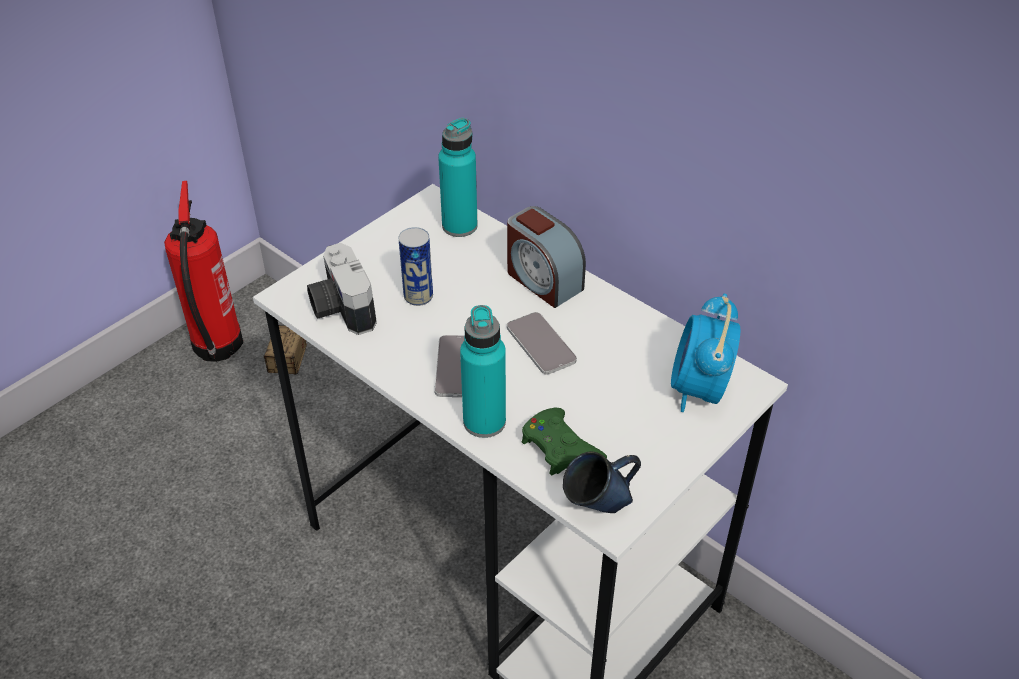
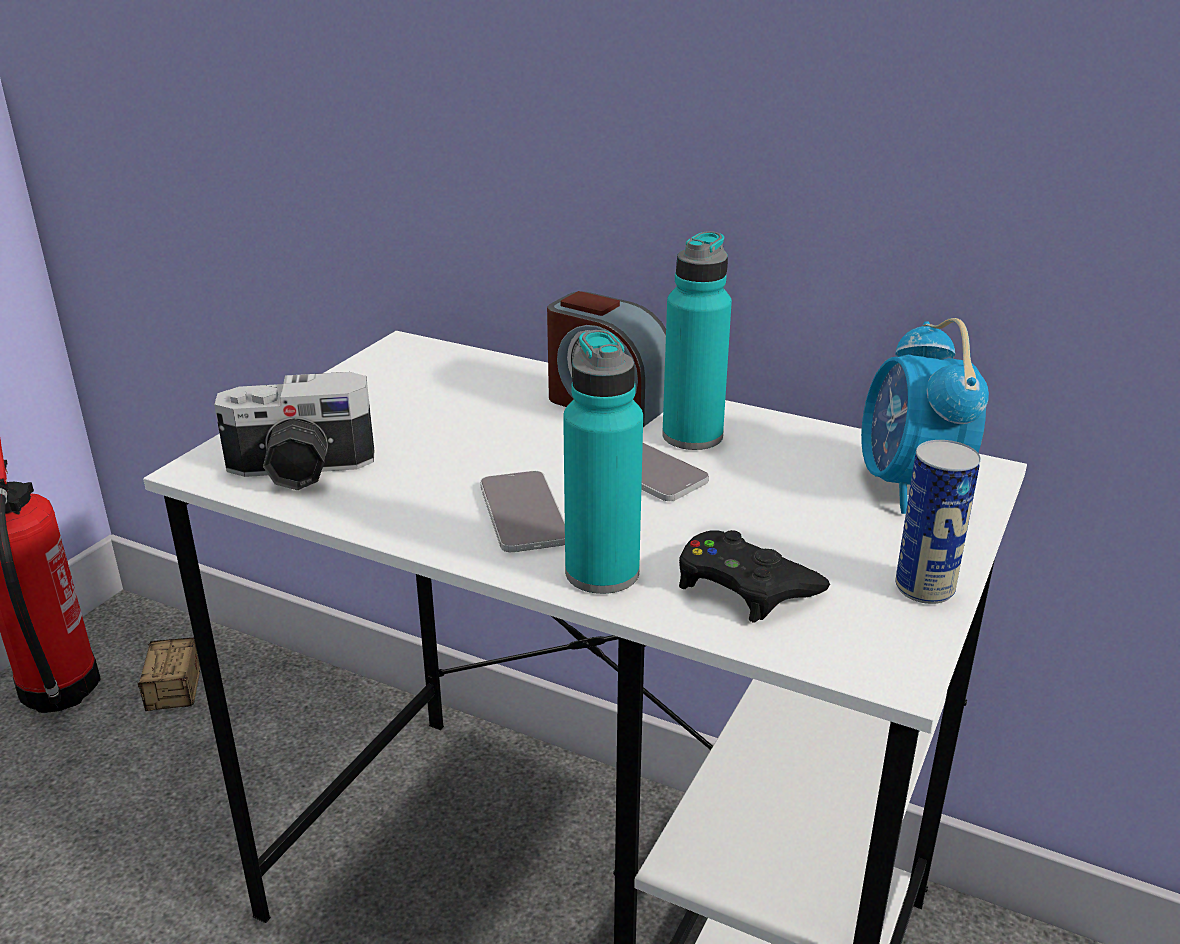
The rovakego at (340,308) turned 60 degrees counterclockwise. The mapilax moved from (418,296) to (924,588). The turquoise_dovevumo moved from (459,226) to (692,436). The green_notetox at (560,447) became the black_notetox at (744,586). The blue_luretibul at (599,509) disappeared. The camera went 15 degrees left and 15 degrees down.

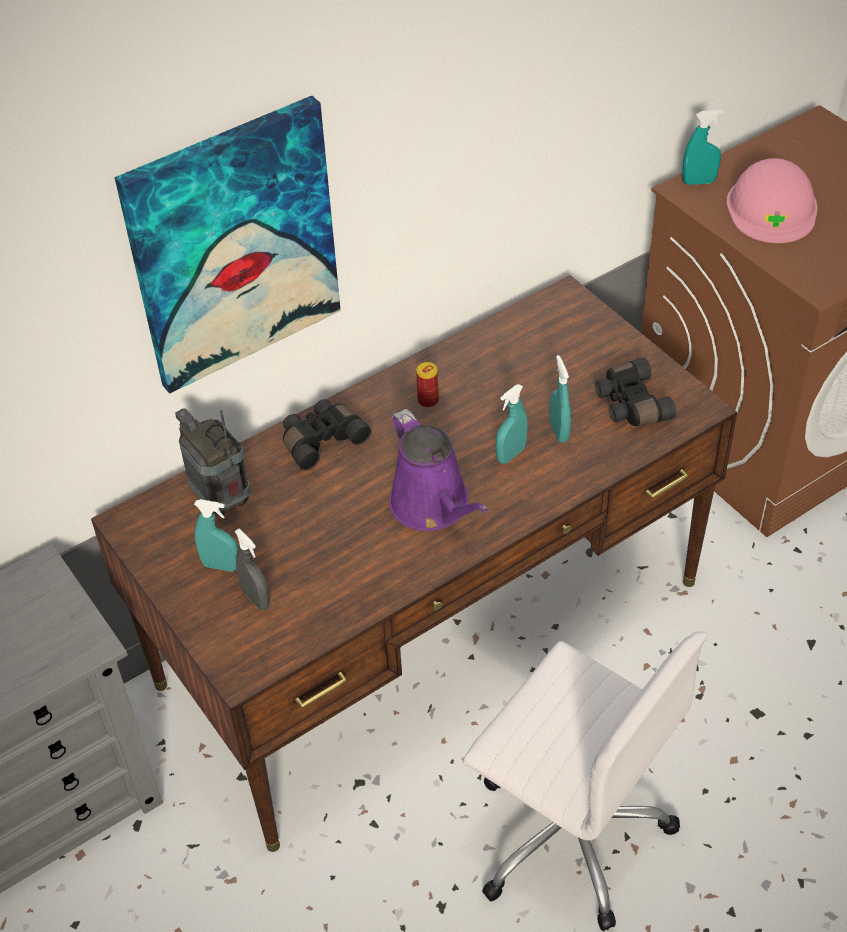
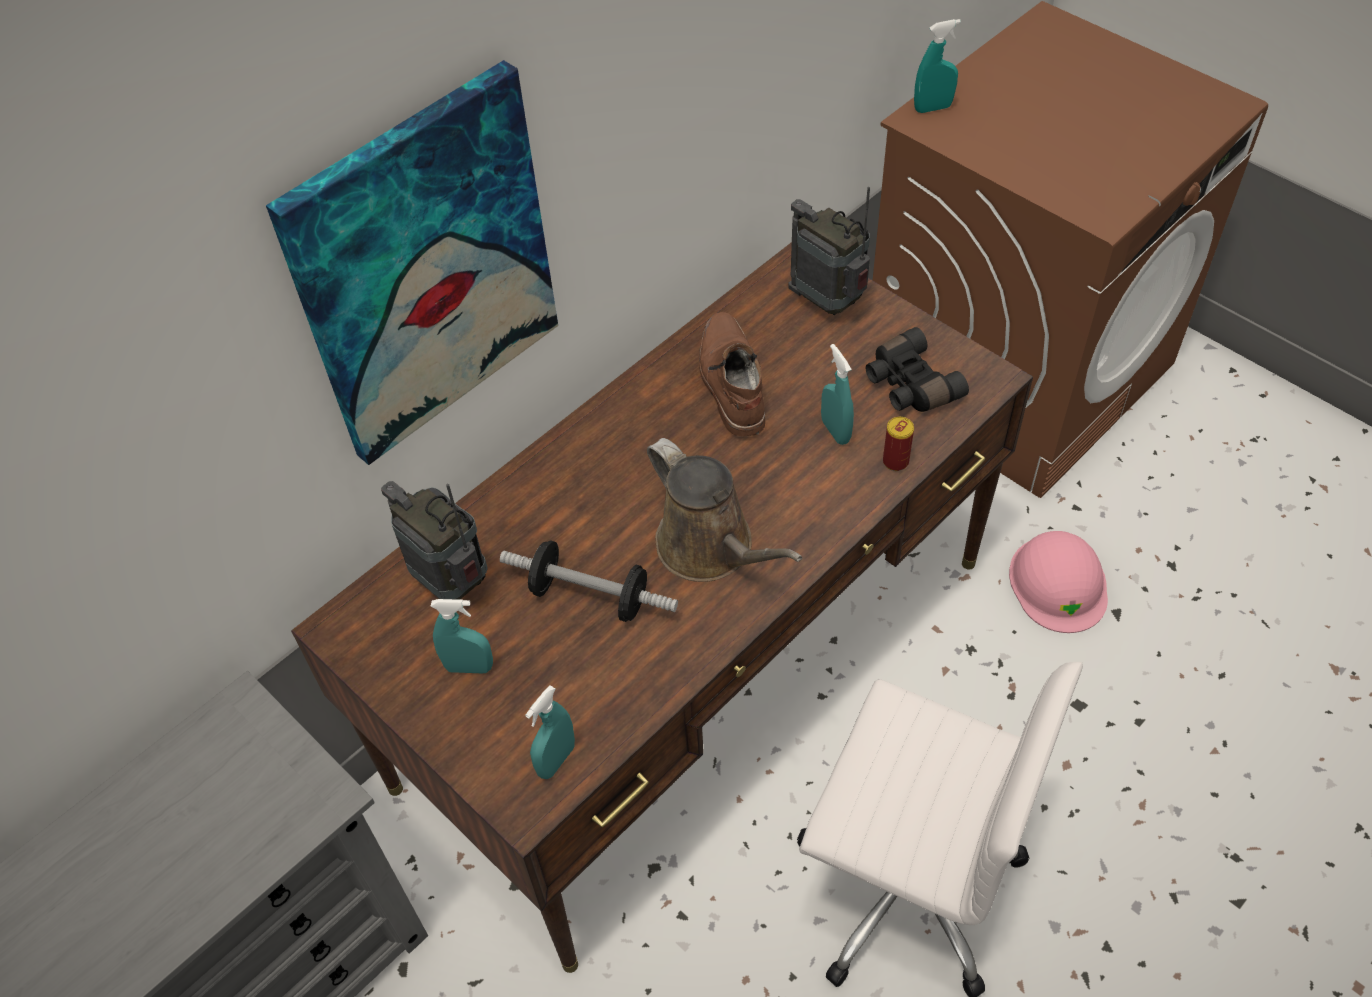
The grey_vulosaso at (256,599) disappeared. The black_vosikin at (321,440) disappeared. The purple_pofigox at (433,506) became the brown_pofigox at (711,548). The mapilax moved from (428,400) to (895,461). The turquoise_vulosaso moved from (511,454) to (556,760). The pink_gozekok moved from (772,208) to (1058,583). The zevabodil at (590,596) appeared. The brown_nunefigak at (731,382) appeared. The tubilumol at (828,303) appeared. The camera went 10 degrees left and 5 degrees up.

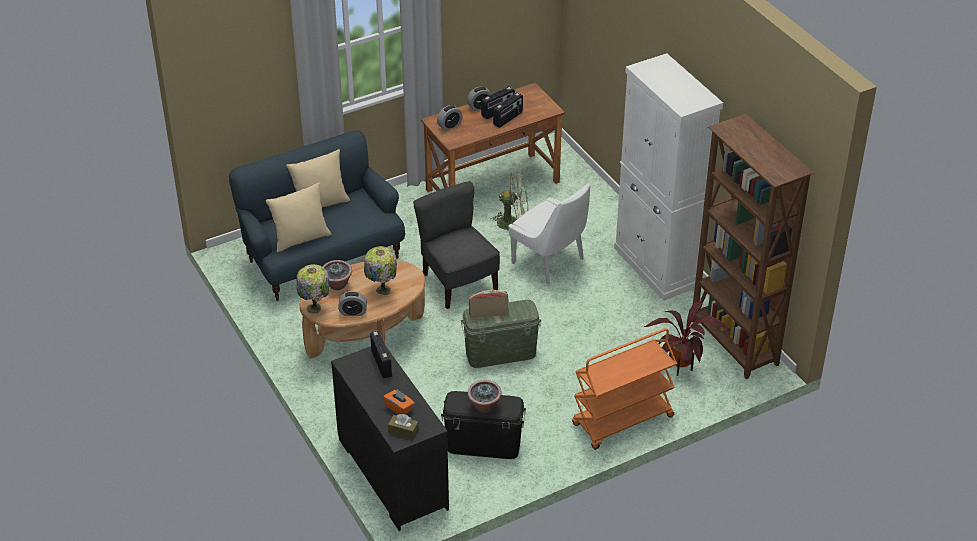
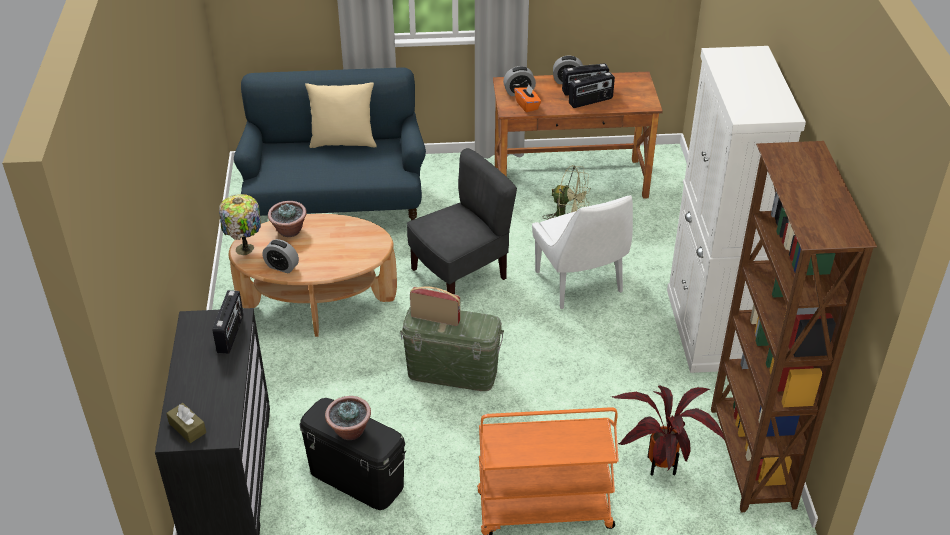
The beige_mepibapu at (301,239) disappeared. The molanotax at (382,290) disappeared. The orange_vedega moved from (399,408) to (527,105). The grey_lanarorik at (458,283) turned 60 degrees clockwise. The camera went 25 degrees right and 0 degrees up.

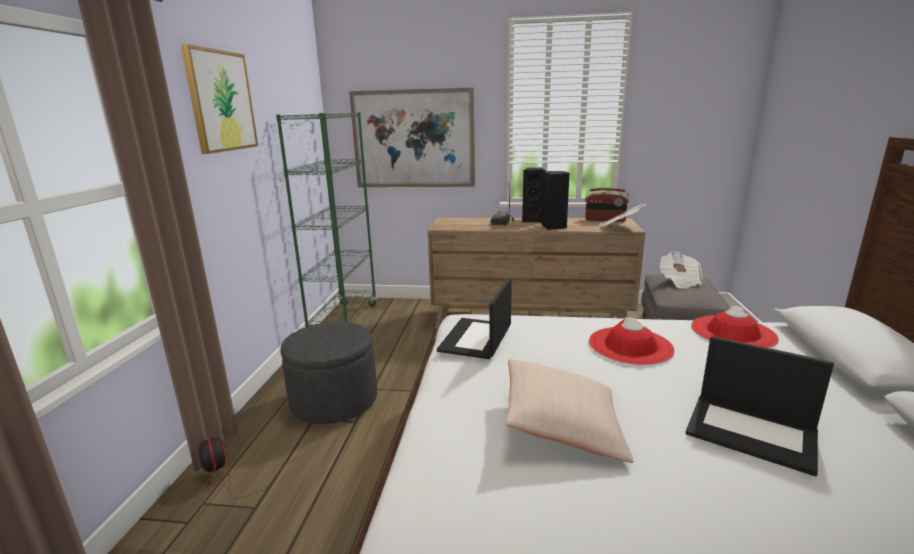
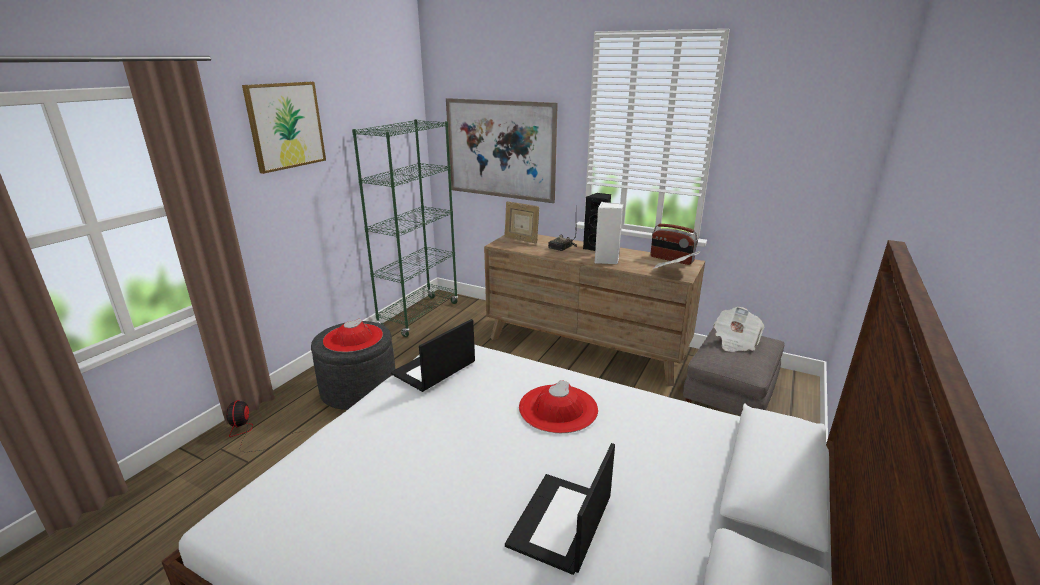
The beige_mepibapu at (562,425) disappeared. The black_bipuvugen at (554,227) became the white_bipuvugen at (606,260). The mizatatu at (752,432) turned 60 degrees clockwise. The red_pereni moved from (733,332) to (353,338). The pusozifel at (521,240) appeared. The camera went 20 degrees right and 5 degrees up.

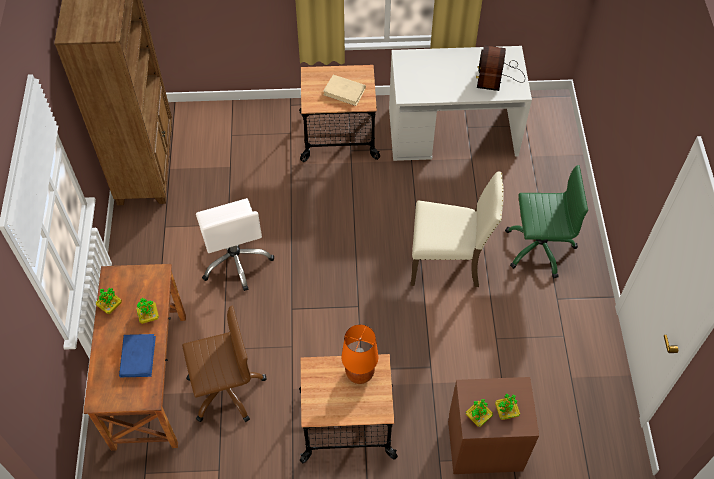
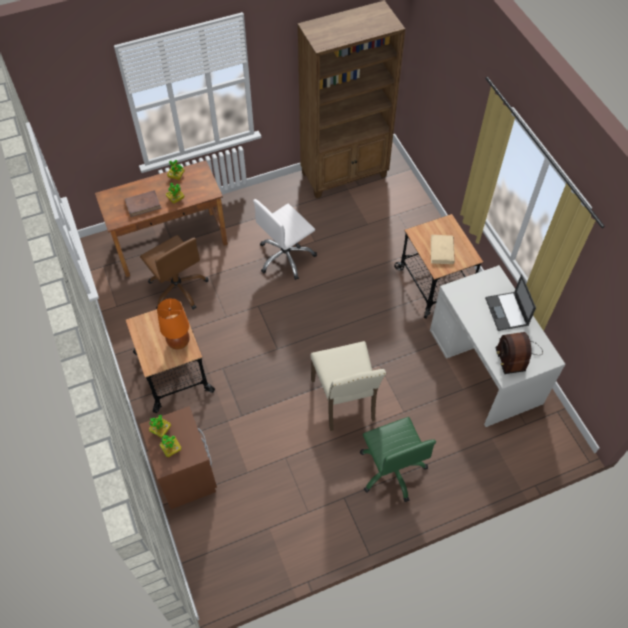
The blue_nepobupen at (138,356) became the brown_nepobupen at (143,204). The tubilumol at (498,75) turned 90 degrees counterclockwise. The mizatatu at (507,312) appeared. The camera went 70 degrees right and 0 degrees up.

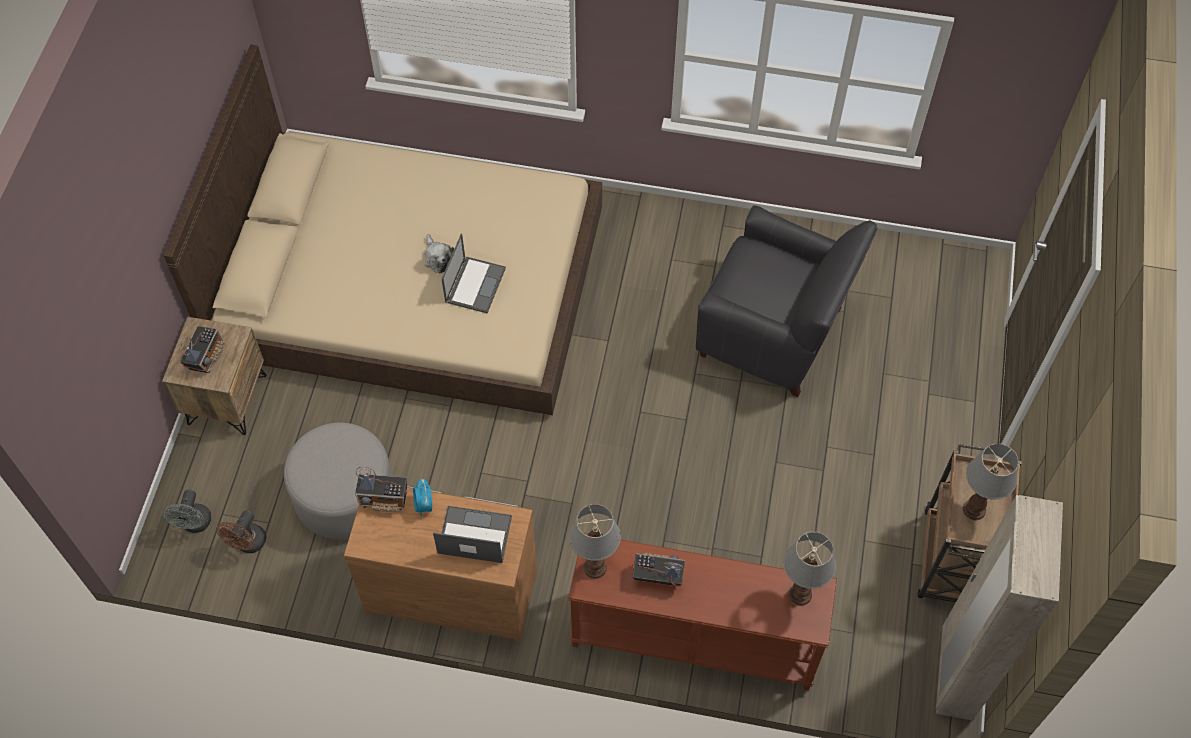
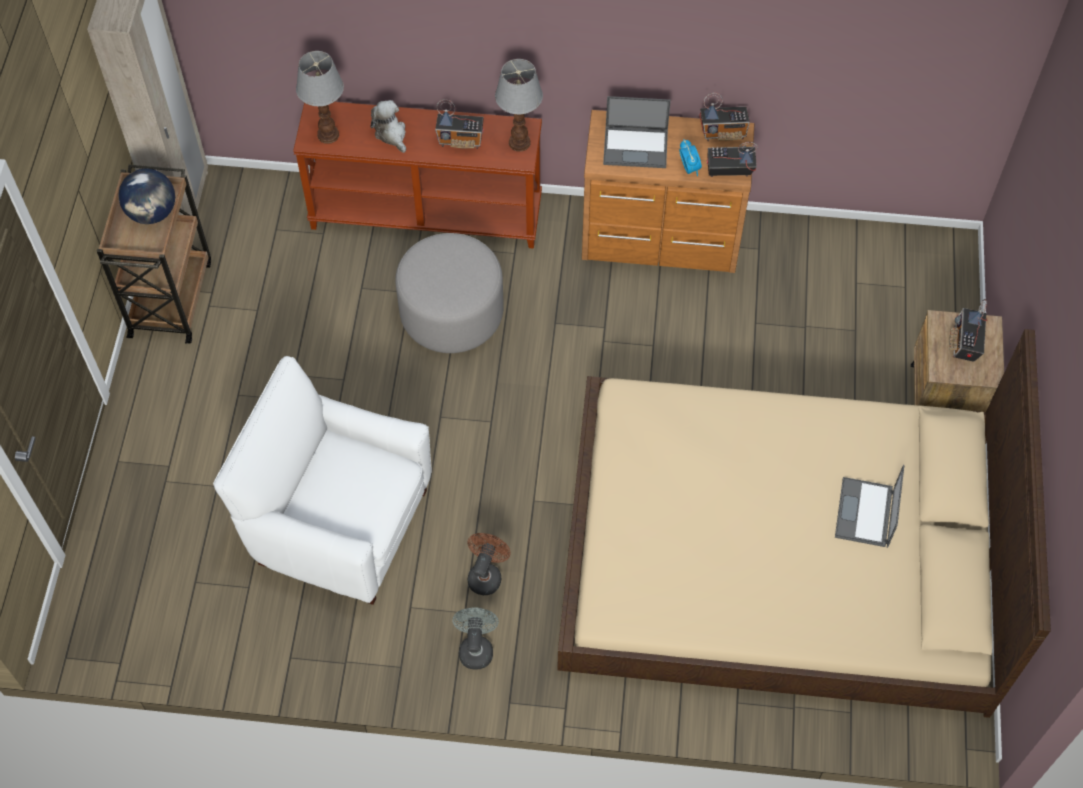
The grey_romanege moved from (195,524) to (476,647). The brown_romanege moved from (248,544) to (486,574). The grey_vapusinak moved from (345,496) to (451,313). The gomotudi moved from (438,258) to (391,134). The mizatatu moved from (475,284) to (865,513). The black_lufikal at (774,333) became the white_lufikal at (340,524). The molanotax at (974,509) was replaced by the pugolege at (152,213). The tubilumol at (723,132) appeared. The camera went 175 degrees right and 0 degrees up.

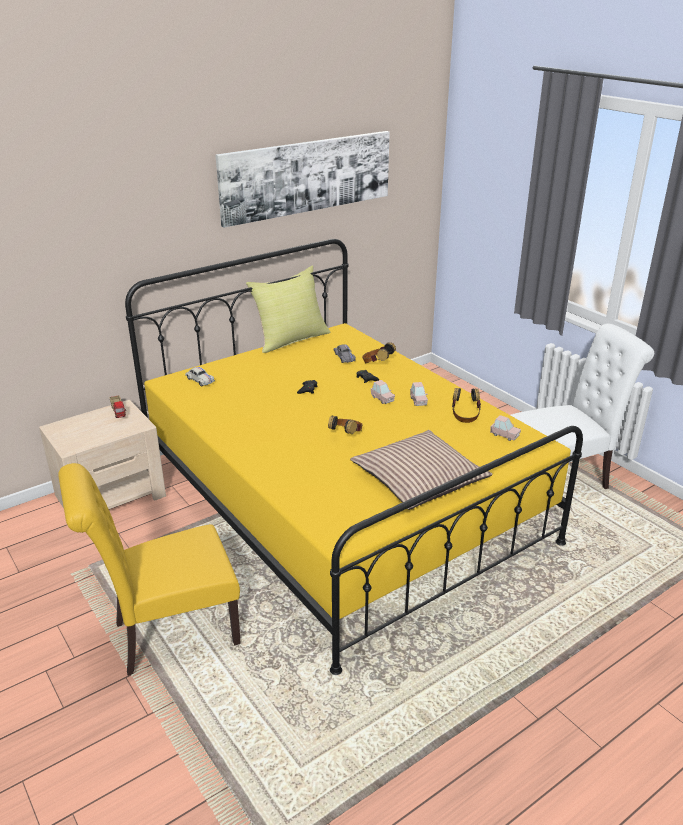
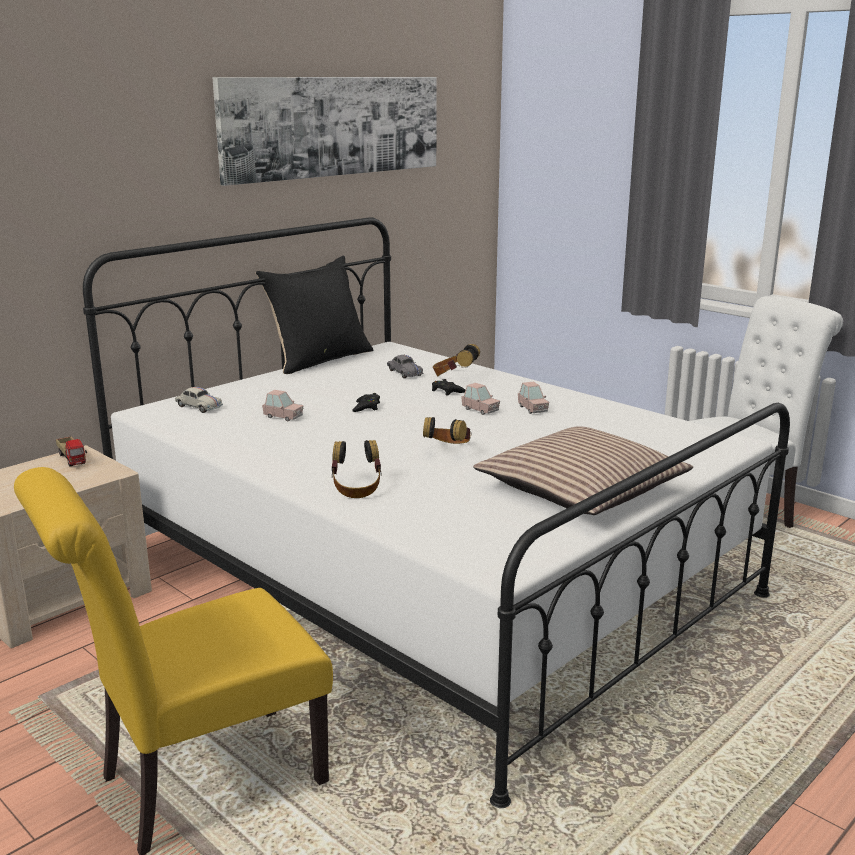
The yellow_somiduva at (341,501) became the white_somiduva at (427,573). The yellow_mepibapu at (291,339) became the black_mepibapu at (319,360). The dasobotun moved from (465,416) to (356,489). The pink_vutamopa moved from (504,435) to (283,417). The camera went 10 degrees left and 10 degrees down.

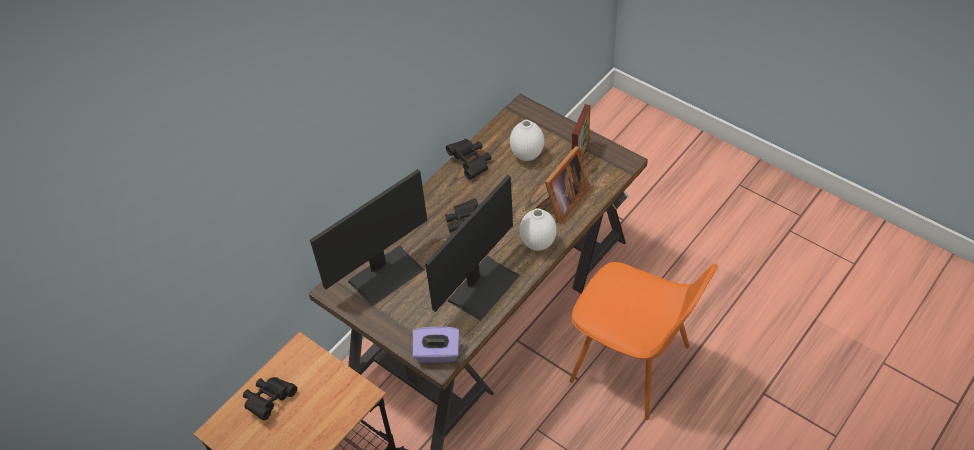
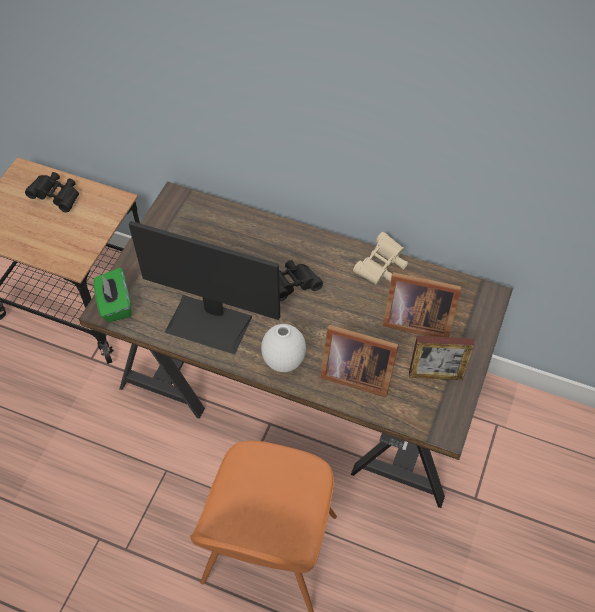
The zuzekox at (385,274) disappeared. The purple_vedega at (437,353) became the green_vedega at (115,304). The black_vosikin at (471,163) became the beige_vosikin at (381,268). The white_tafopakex at (527,155) was replaced by the pusozifel at (415,319). The camera went 70 degrees right and 5 degrees up.

